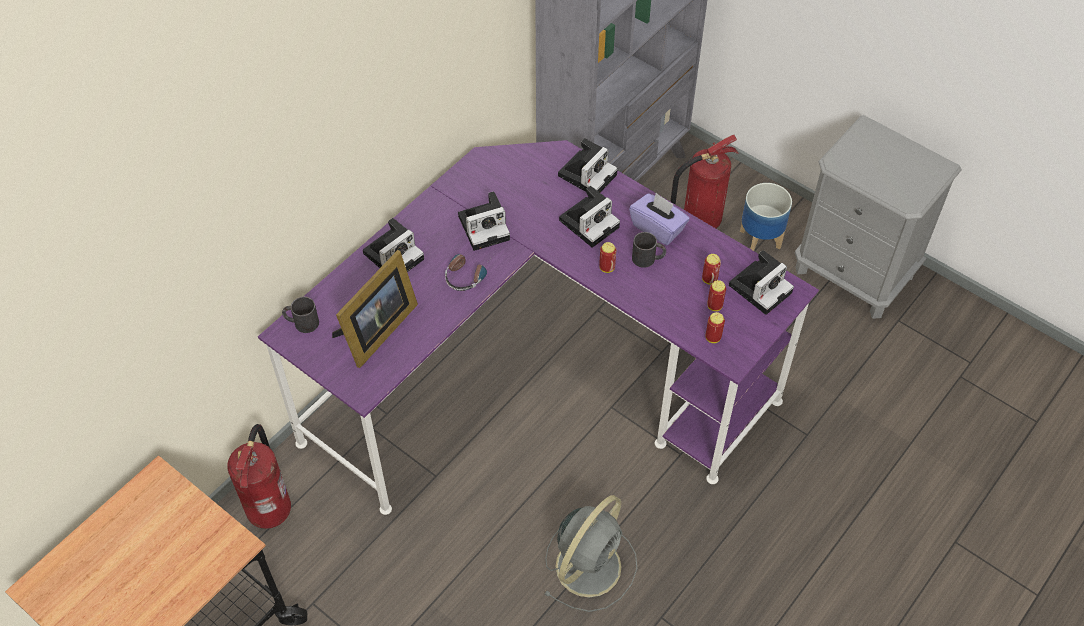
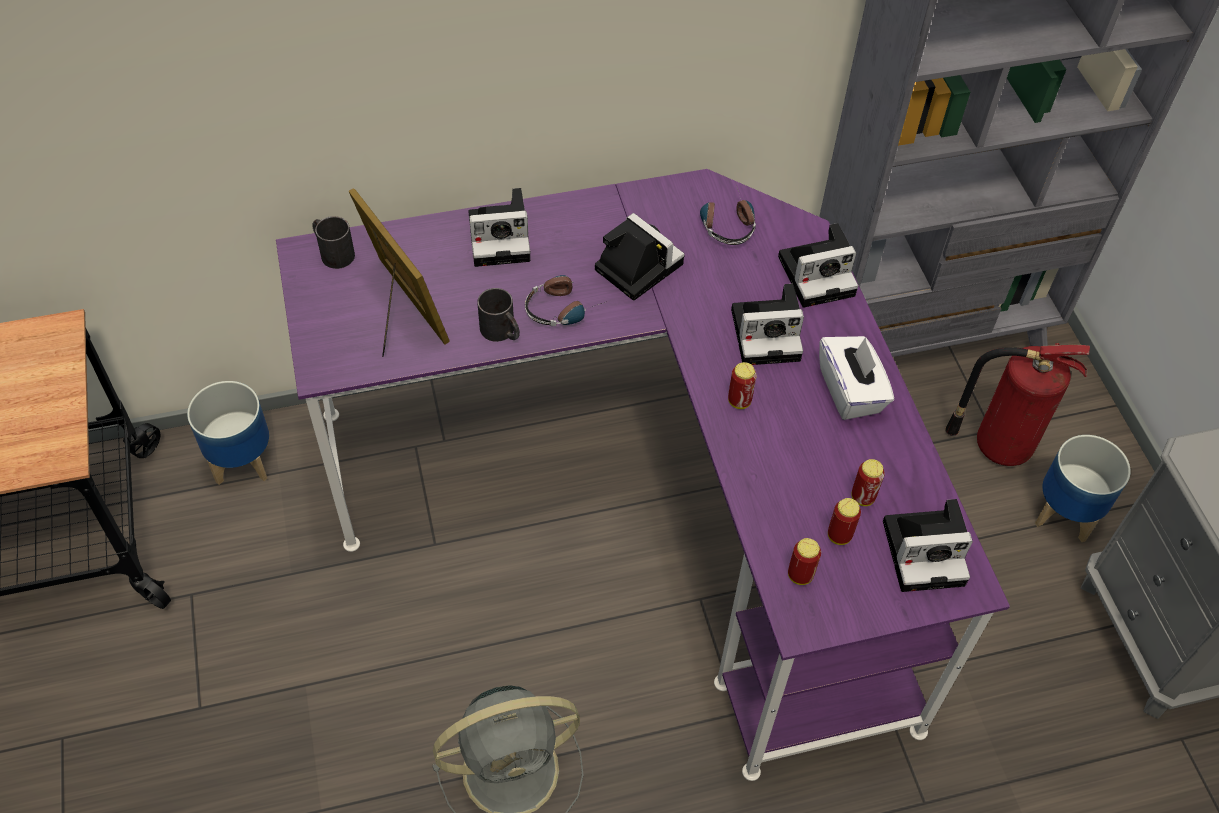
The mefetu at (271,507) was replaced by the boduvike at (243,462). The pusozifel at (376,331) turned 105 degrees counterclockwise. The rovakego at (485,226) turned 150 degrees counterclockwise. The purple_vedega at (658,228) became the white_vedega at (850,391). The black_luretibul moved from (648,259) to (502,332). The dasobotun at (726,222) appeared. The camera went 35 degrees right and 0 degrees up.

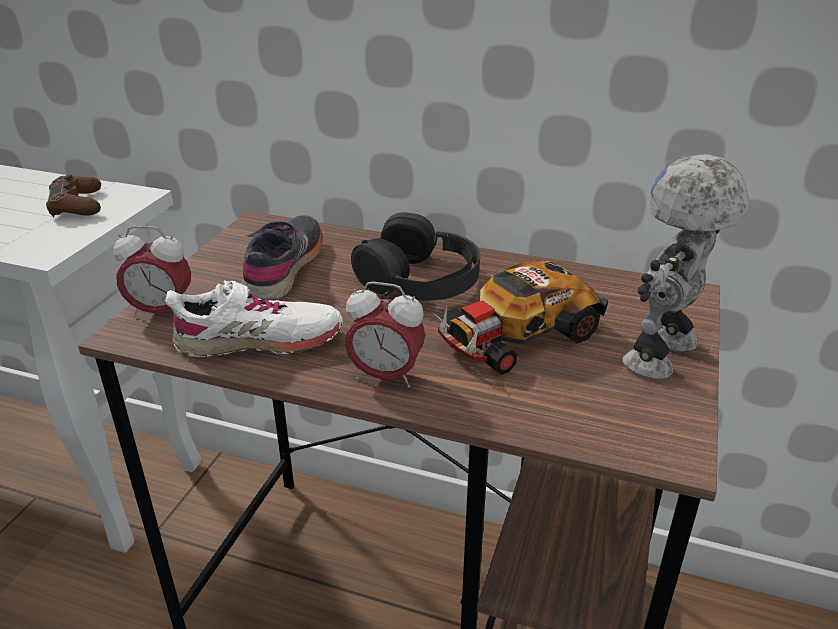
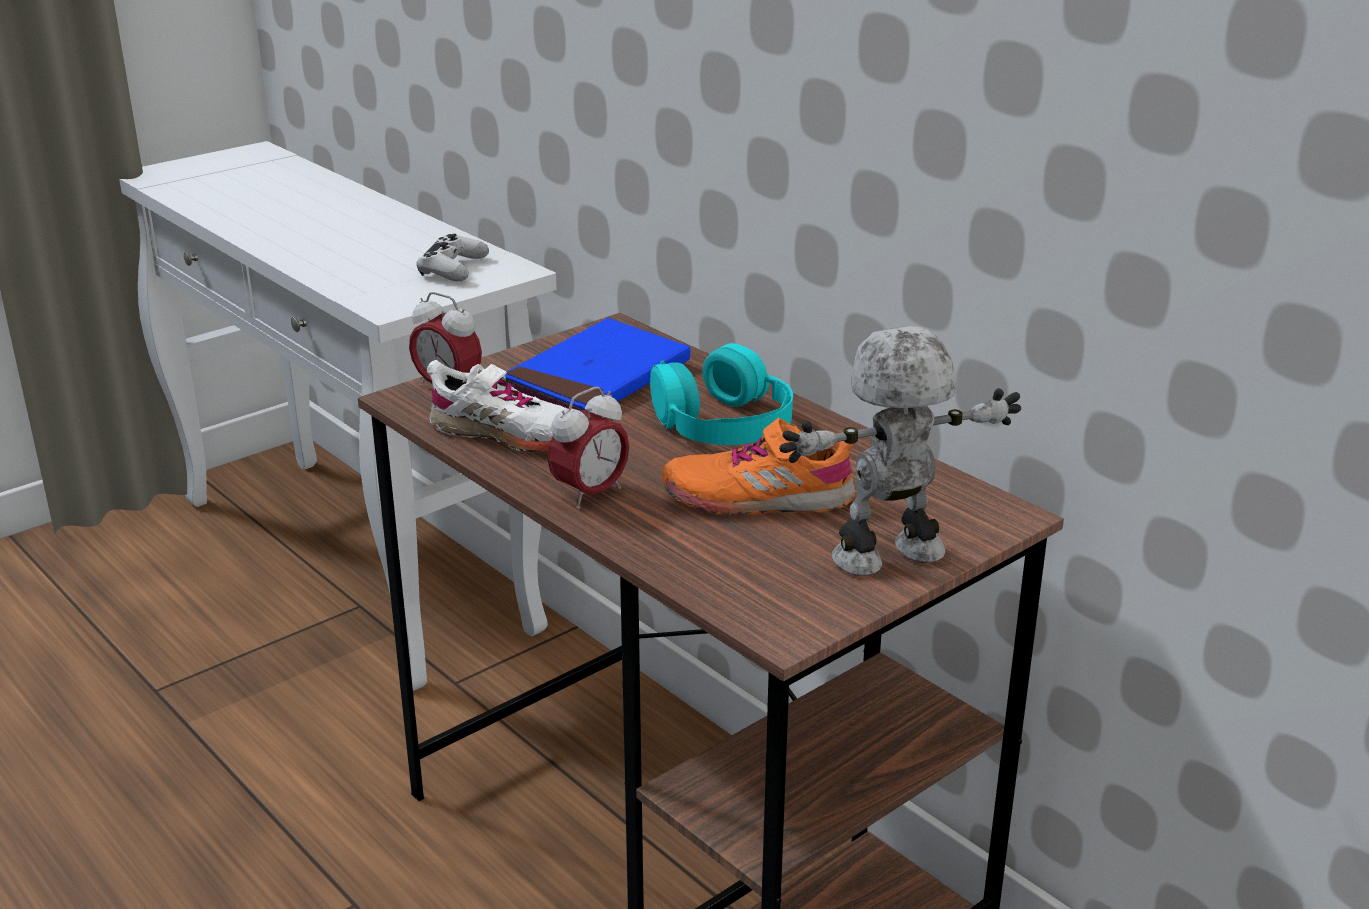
The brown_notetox at (77,205) became the white_notetox at (453,269). The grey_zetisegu at (285,268) was replaced by the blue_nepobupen at (597,378). The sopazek at (385,376) turned 90 degrees counterclockwise. The black_dasobotun at (420,278) became the turquoise_dasobotun at (723,421). The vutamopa at (516,335) was replaced by the orange_zetisegu at (758,498). The camera went 30 degrees right and 5 degrees down.

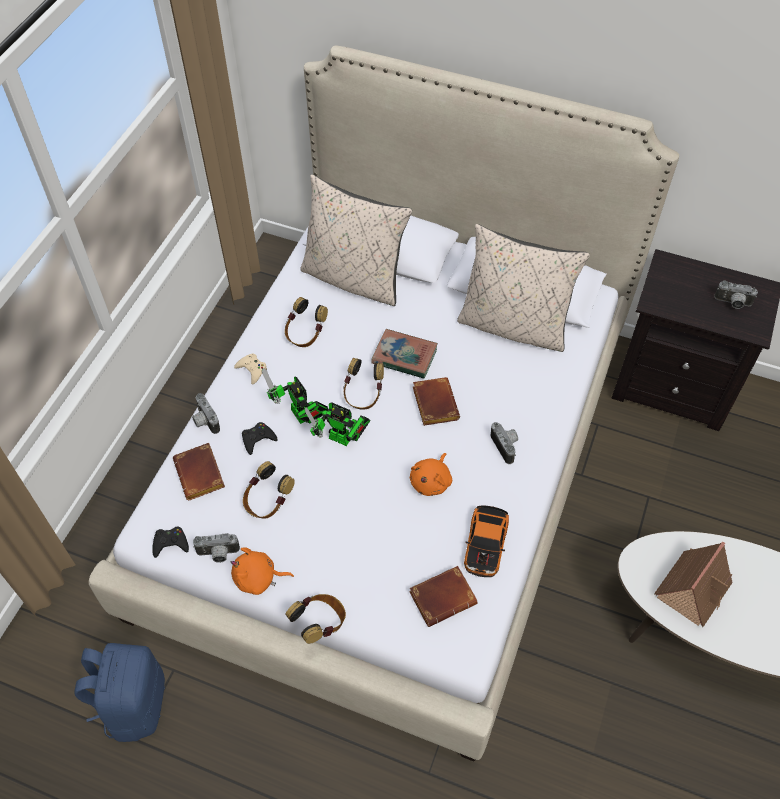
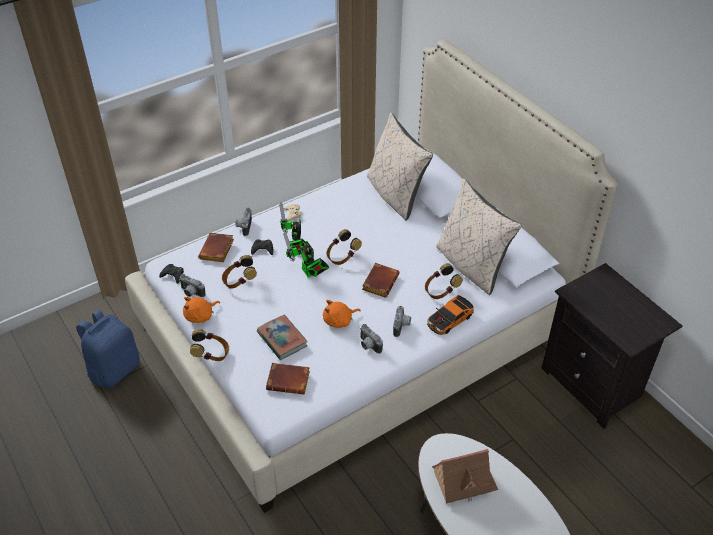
The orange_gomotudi at (258,578) turned 75 degrees counterclockwise. The dasobotun moved from (305,334) to (440,291). The nepobupen moved from (404,357) to (282,339). The vutamopa moved from (486,545) to (450,319). The rovakego moved from (732,303) to (368,346). The camera went 35 degrees right and 10 degrees down.

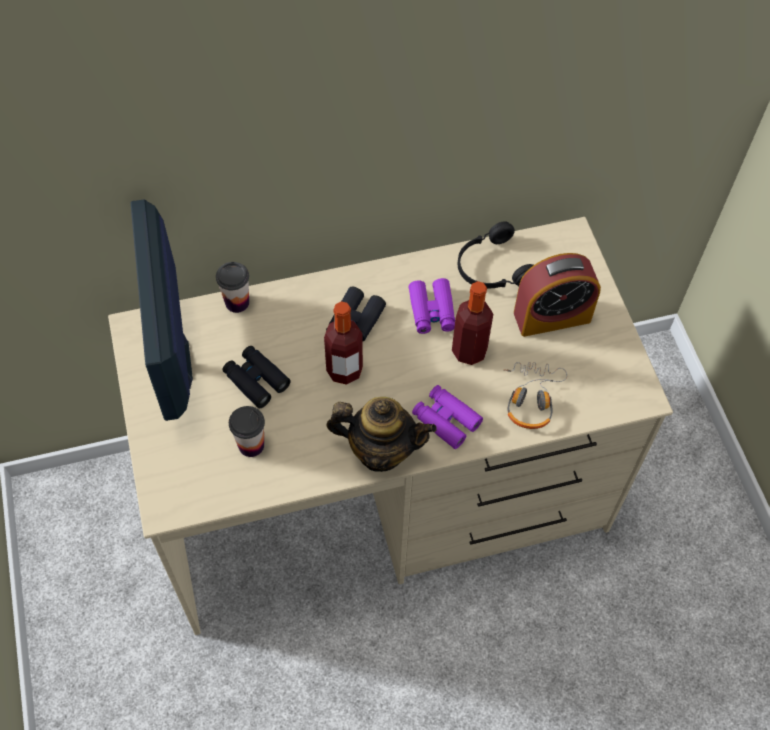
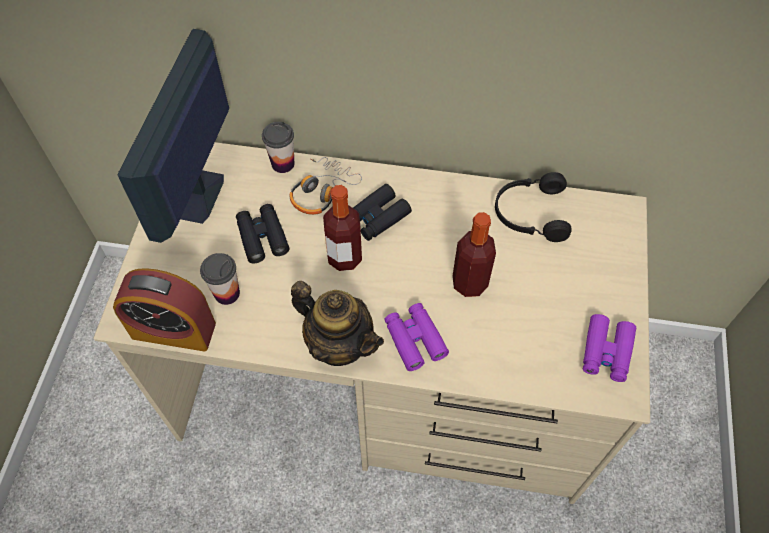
The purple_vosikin moved from (432,311) to (606,352). The dasobotun moved from (531,399) to (321,191). The sopazek moved from (552,317) to (173,330). The camera went 25 degrees right and 0 degrees up.

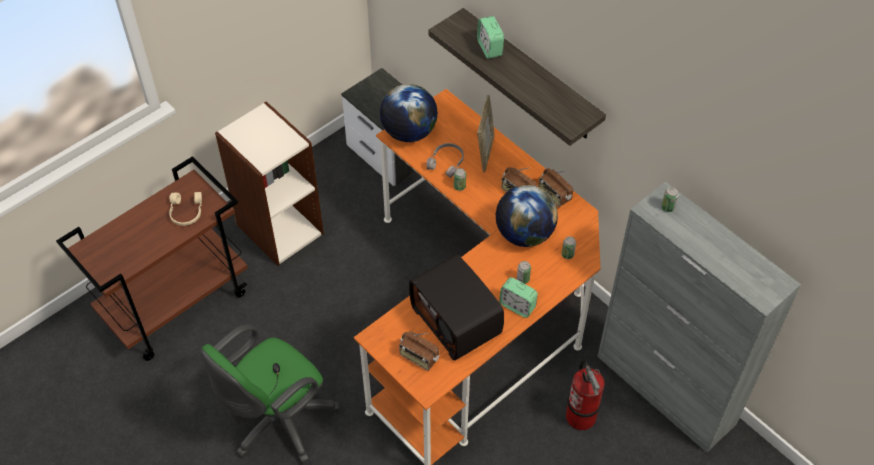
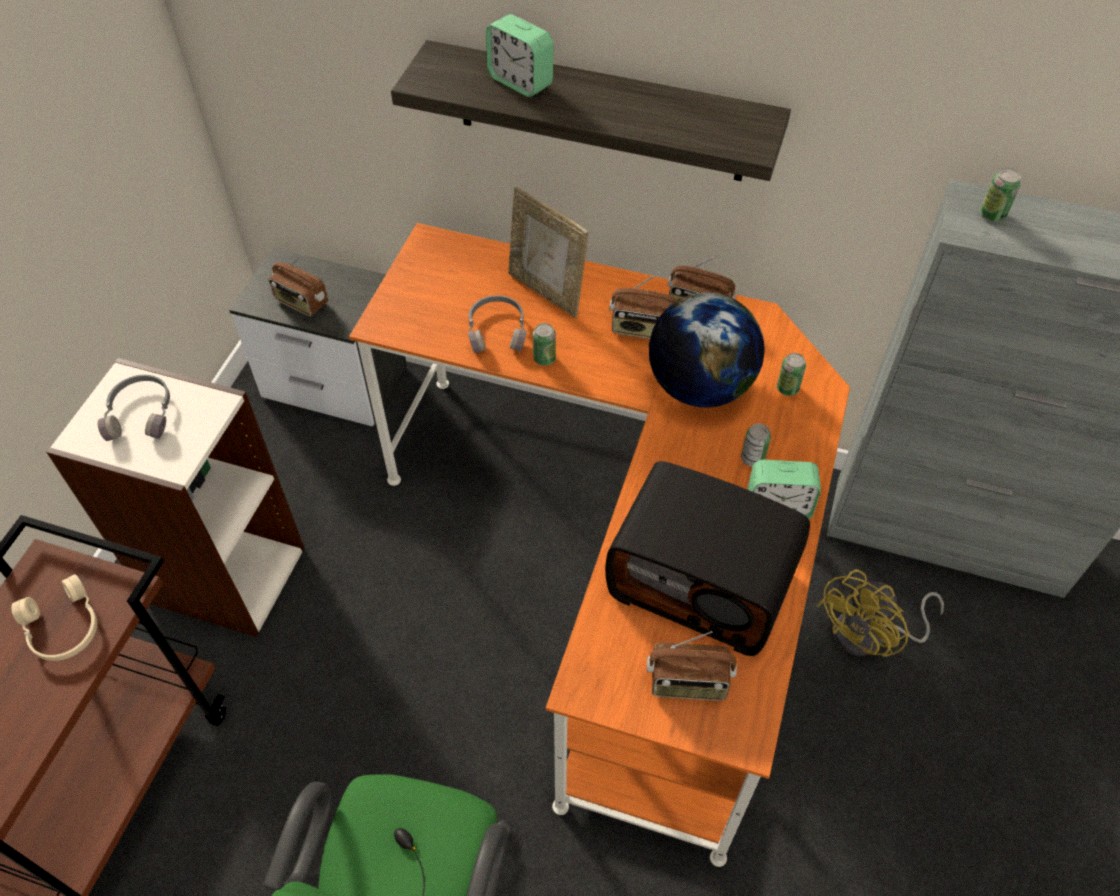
The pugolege at (409,132) disappeared. The pusozifel at (485,153) turned 150 degrees clockwise. The mefetu at (581,416) was replaced by the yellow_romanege at (870,635). The grey_dasobotun at (142,414) appeared. The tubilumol at (301,303) appeared. The camera went 30 degrees left and 0 degrees up.

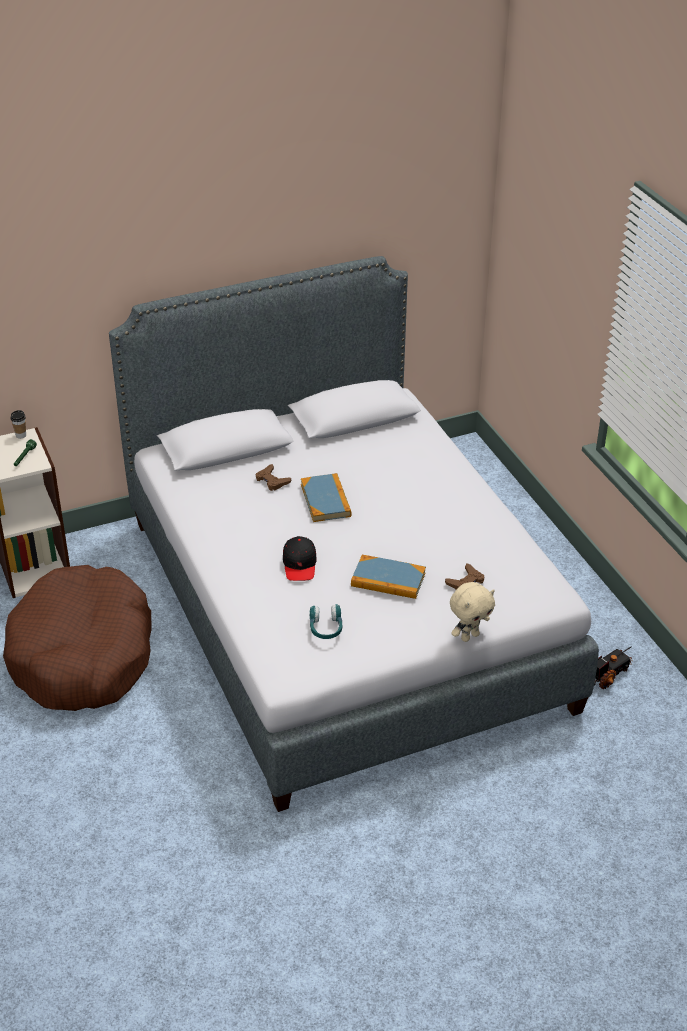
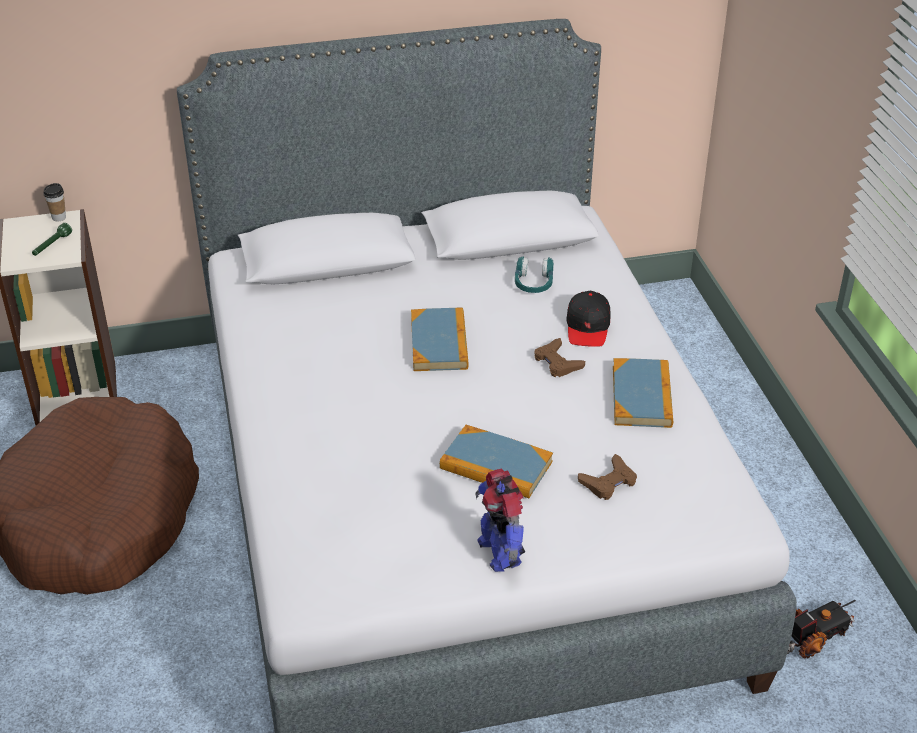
The brown_notetox moved from (272,481) to (557,362). The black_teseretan moved from (300,564) to (588,327). The turquoise_dasobotun moved from (326,628) to (533,284). The beige_gomotudi at (469,636) disappeared. The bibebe at (500,551) appeared. The nepobupen at (642,396) appeared. The camera went 10 degrees right and 0 degrees up.

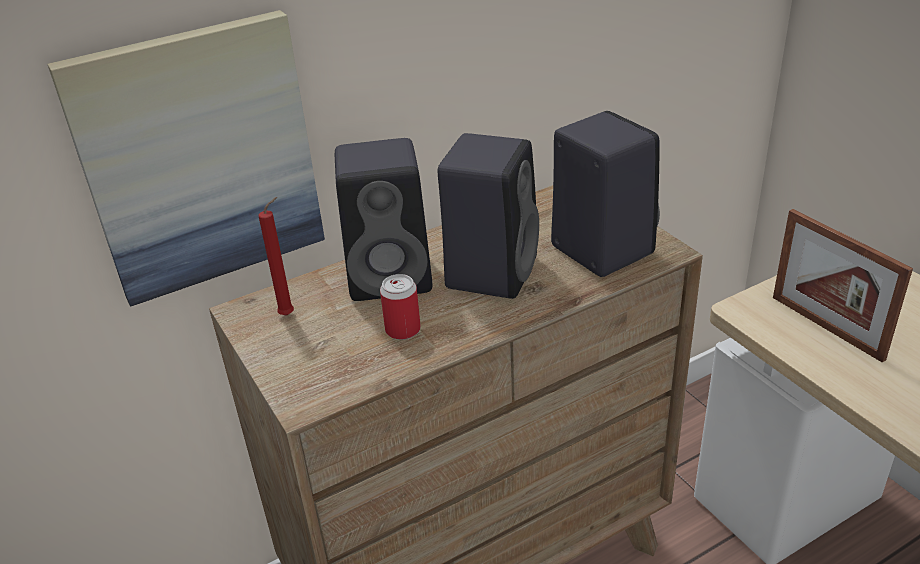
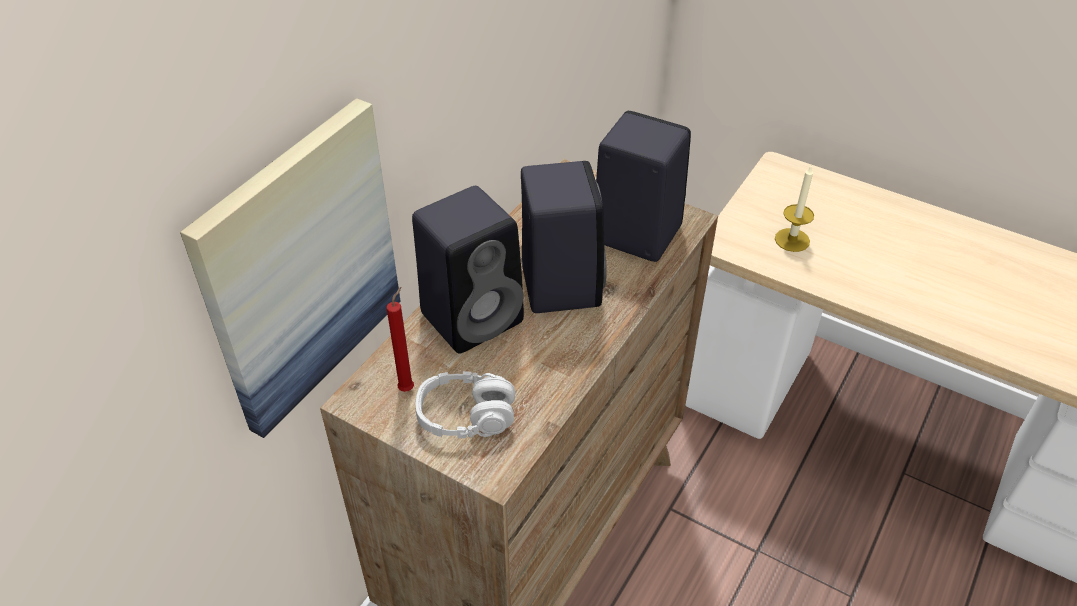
The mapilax at (403,330) disappeared. The pusozifel at (826,327) was replaced by the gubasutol at (792,240). The grey_dasobotun at (466,416) appeared. The camera went 30 degrees left and 10 degrees up.

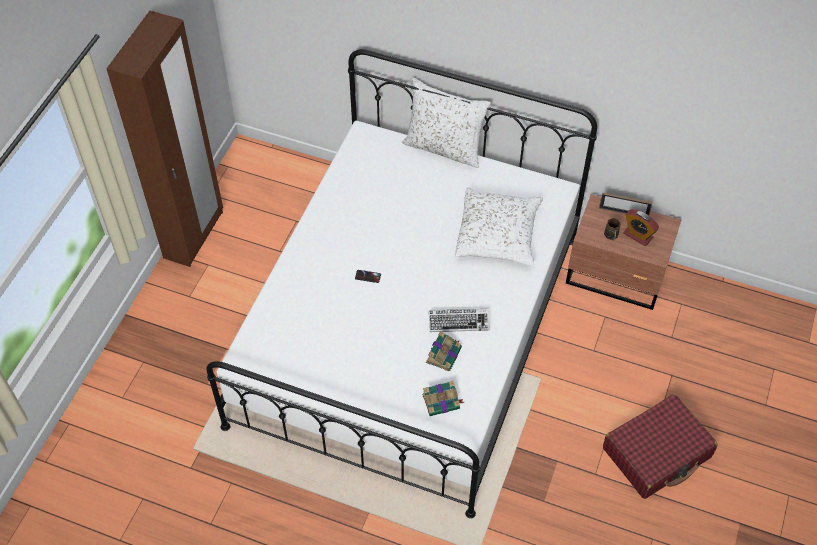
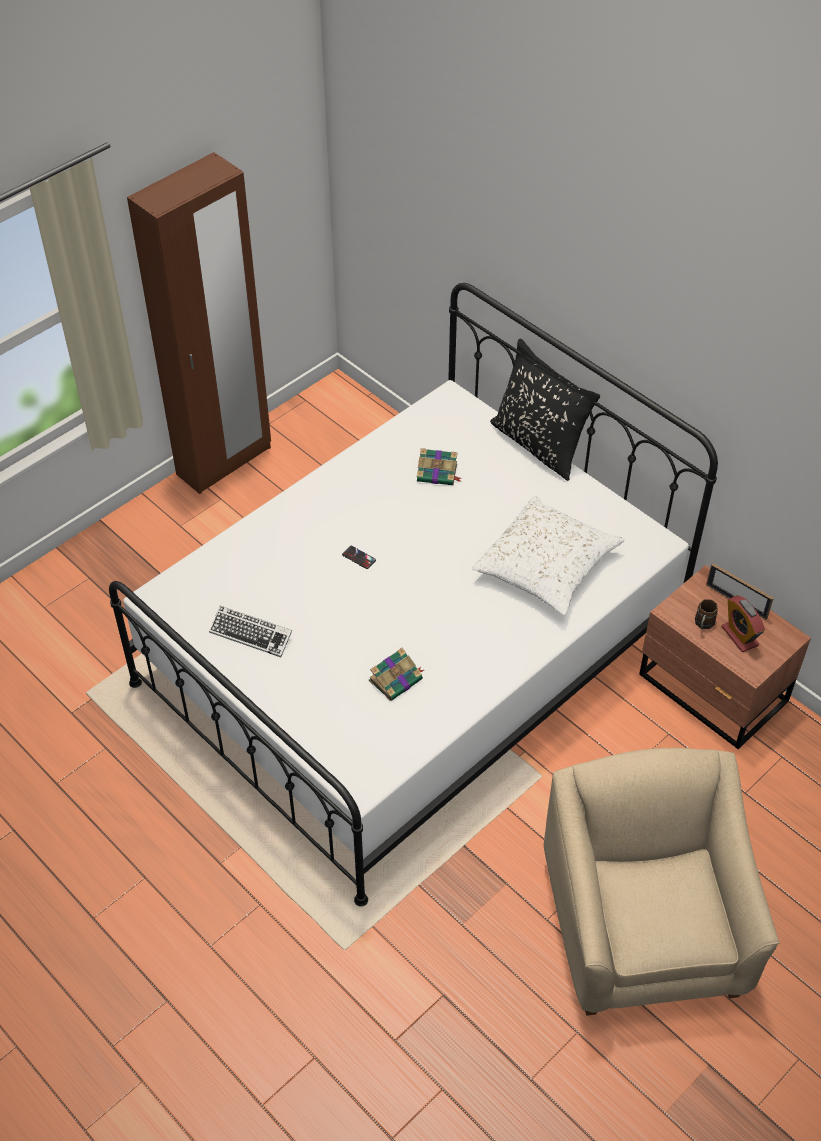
The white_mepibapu at (444,147) became the black_mepibapu at (539,444). The nepobupen moved from (442,401) to (438,473). The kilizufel moved from (458,322) to (251,634). The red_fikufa at (657,453) was replaced by the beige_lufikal at (644,928). The camera went 25 degrees right and 5 degrees down.

